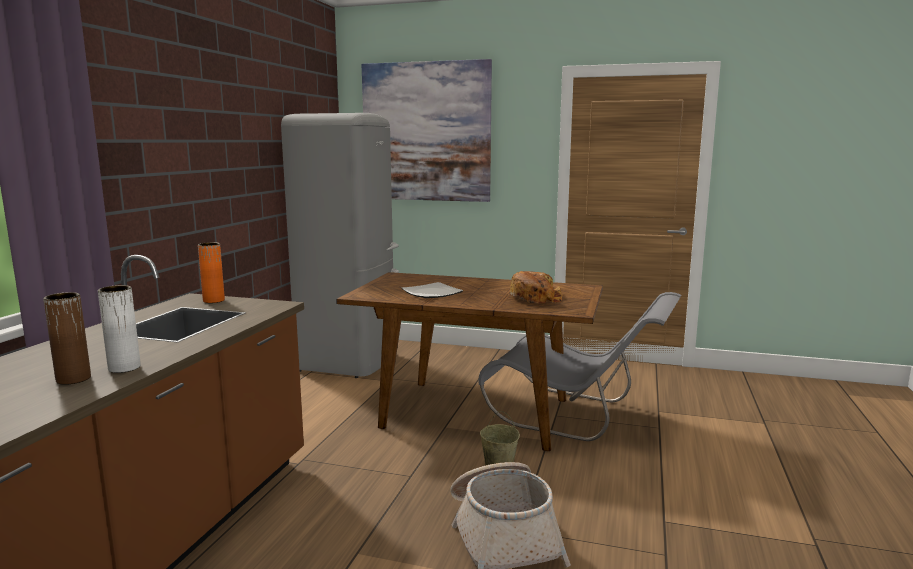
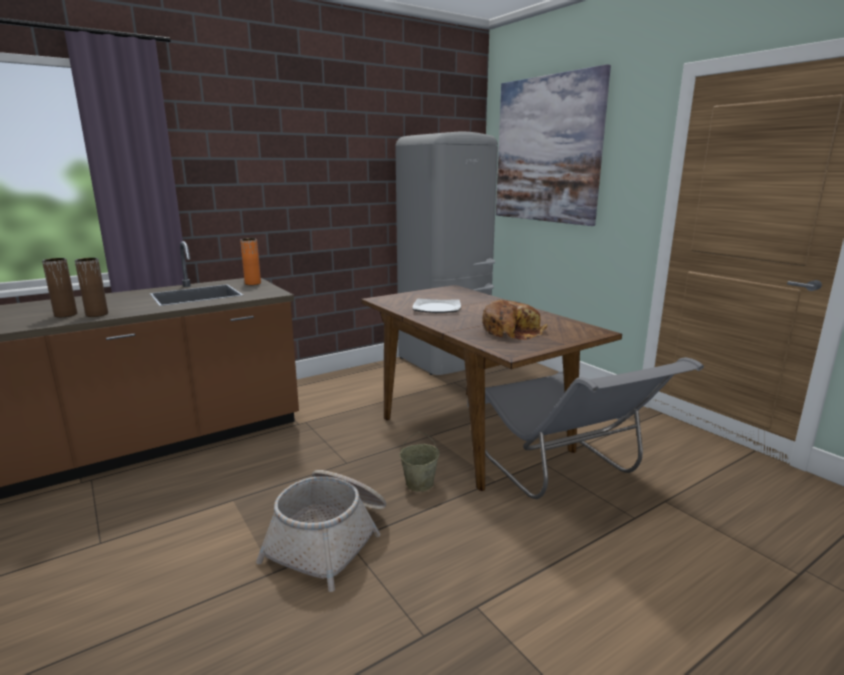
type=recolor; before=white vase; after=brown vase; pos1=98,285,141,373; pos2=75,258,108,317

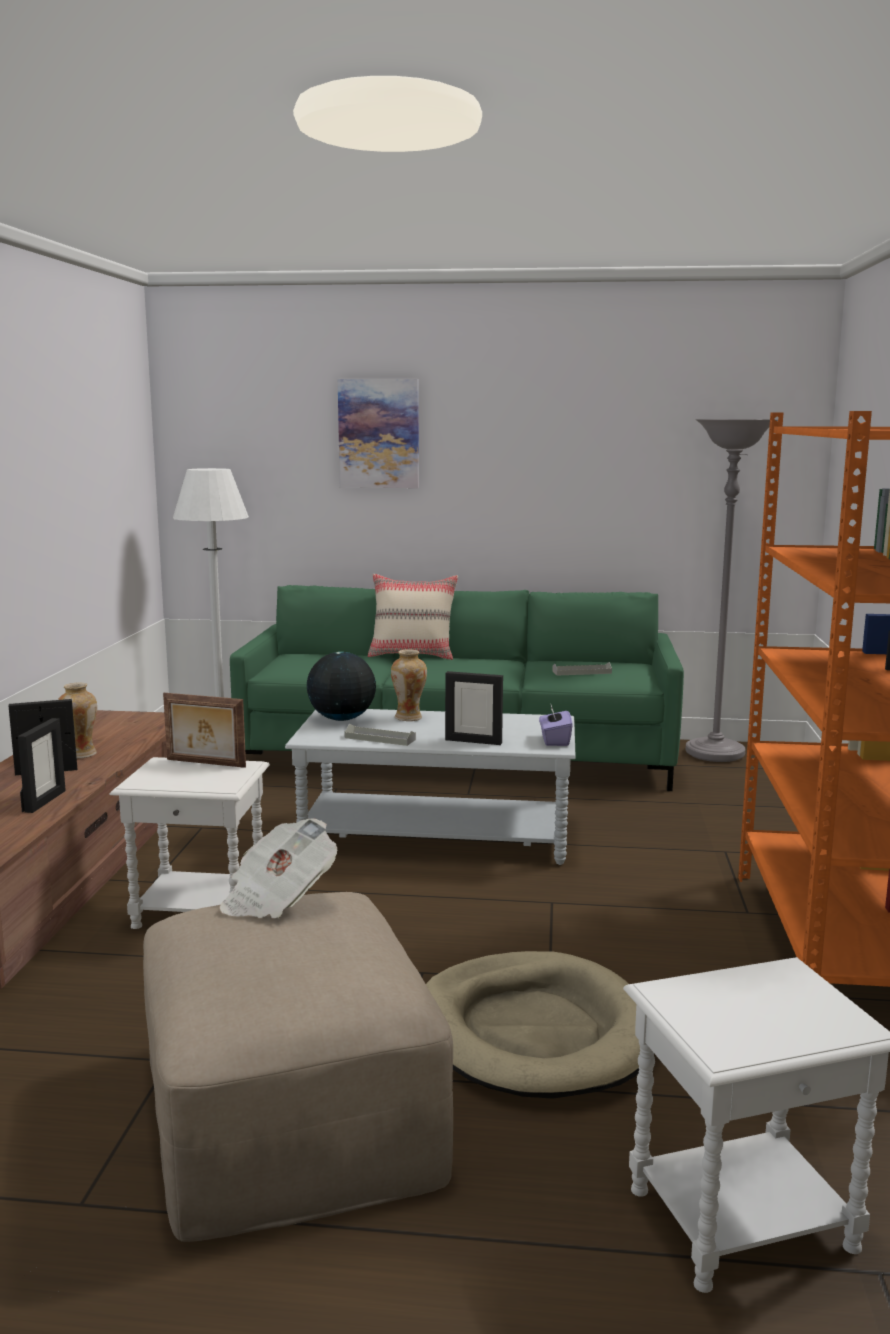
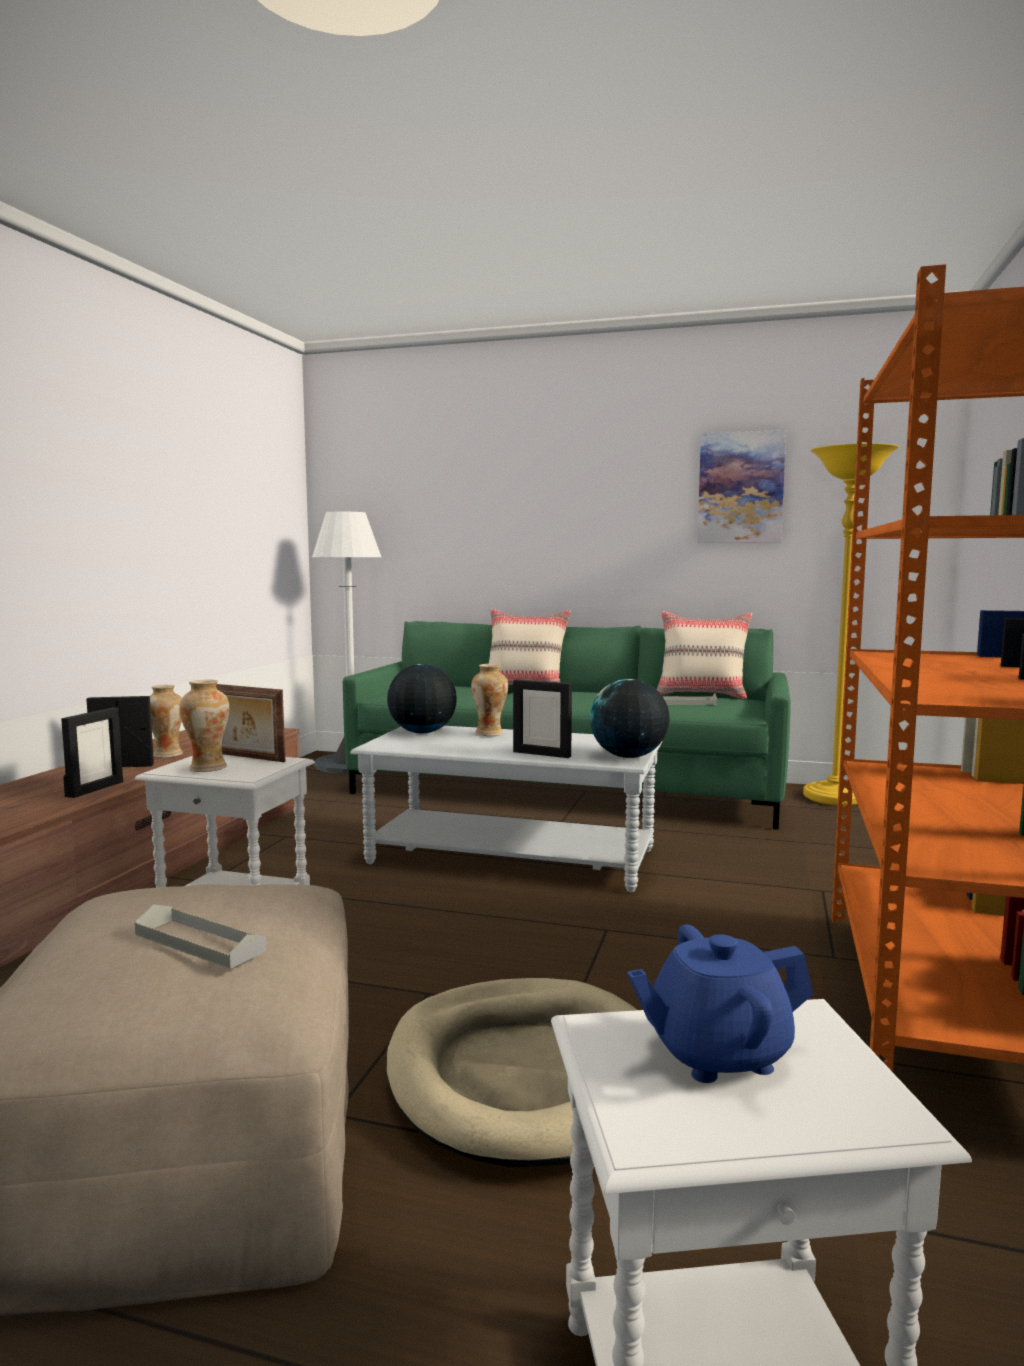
type=delete; before=newspaper; pos1=220,818,337,919
type=move; before=picture; pos1=338,379,419,488; pos2=698,430,786,543
type=move; before=grey tray; pos1=345,724,416,746; pos2=135,904,266,969
type=replace; before=purple tissue box; after=globe; pos1=539,705,572,746; pos2=590,679,670,758
type=recolor; before=grey floor lamp; after=yellow floor lamp; pos1=686,419,778,762; pos2=803,443,899,806
type=insert; after=vase; pos2=179,680,229,772
type=insert; after=blue teapot; pos2=627,924,813,1083
type=insert; after=beige pillow; pos2=657,611,752,699

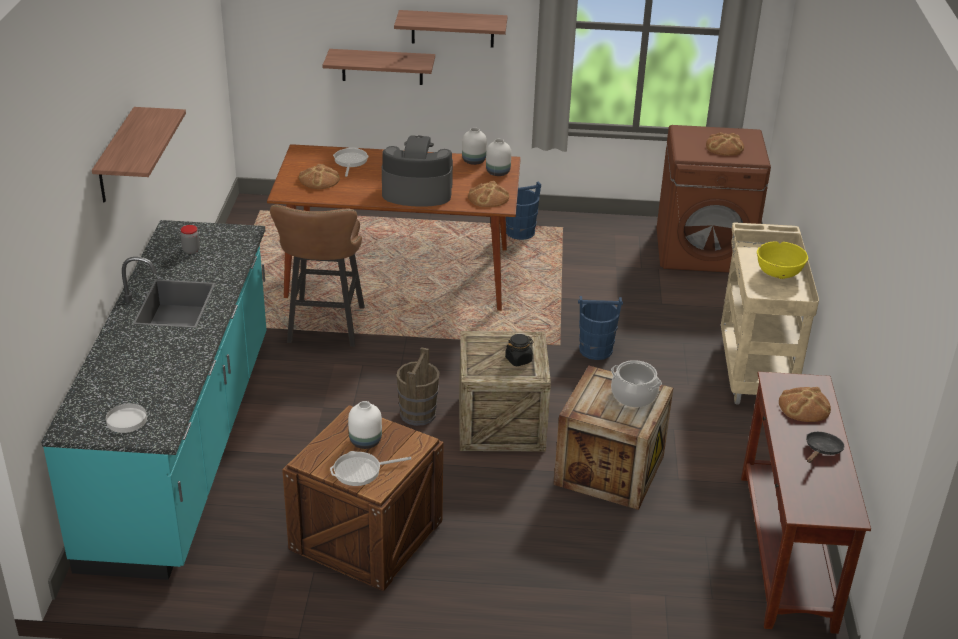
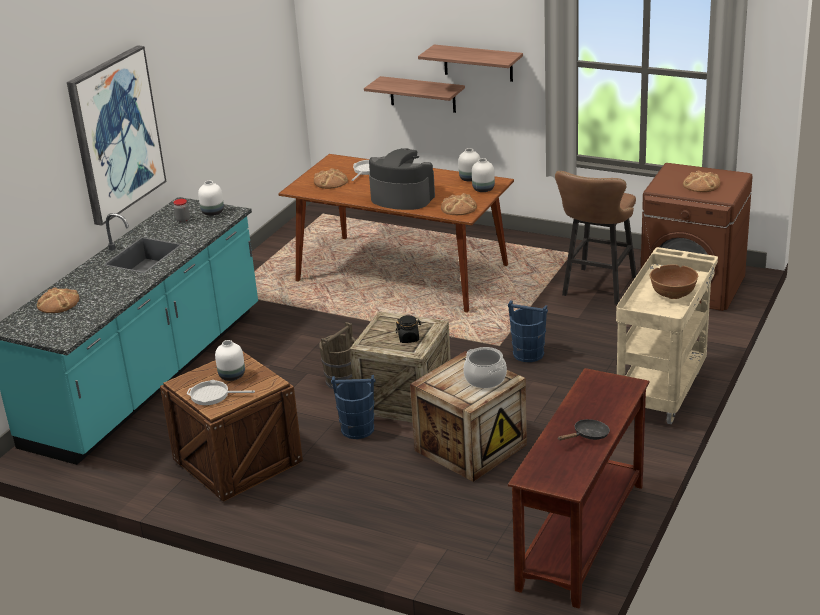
type=replace; before=shelf; after=picture; pos1=92,107,186,202; pos2=67,45,167,226
type=delete; before=white plate; pos1=106,403,147,433
type=move; before=brown stool; pos1=270,205,365,347; pos2=555,171,637,305
type=move; before=blue bucket; pos1=506,181,541,240; pos2=331,375,376,439
type=recolor; before=yellow bowl; after=brown bowl; pos1=757,241,808,279; pos2=650,264,698,299
type=move; before=bread; pos1=779,387,831,422; pos2=37,288,79,313
type=insert; after=white vase; pos2=198,181,224,216

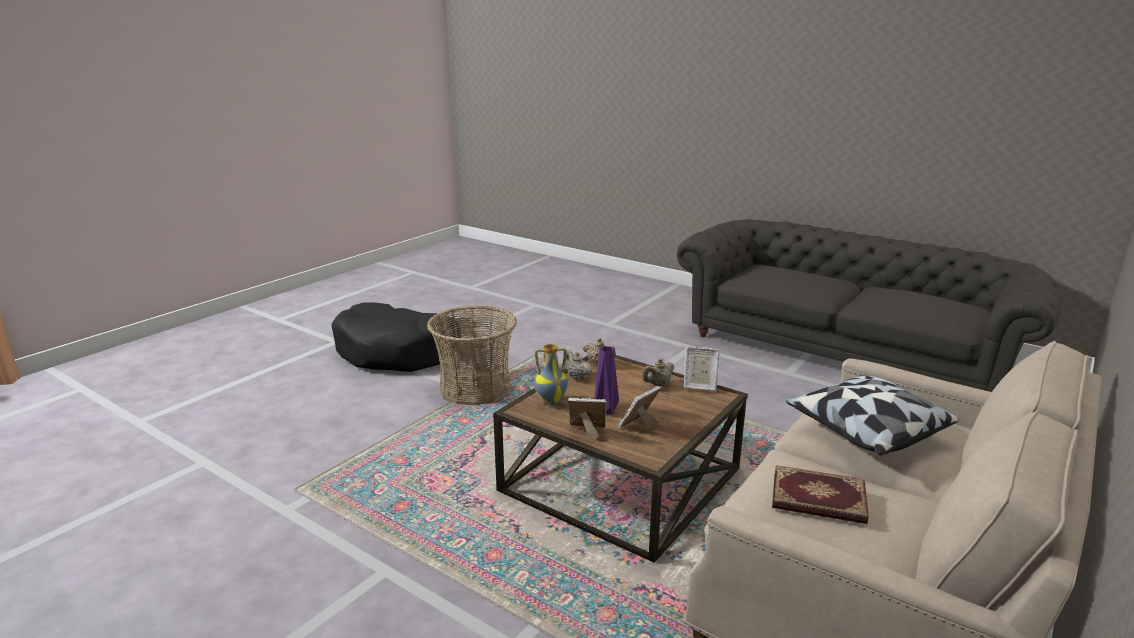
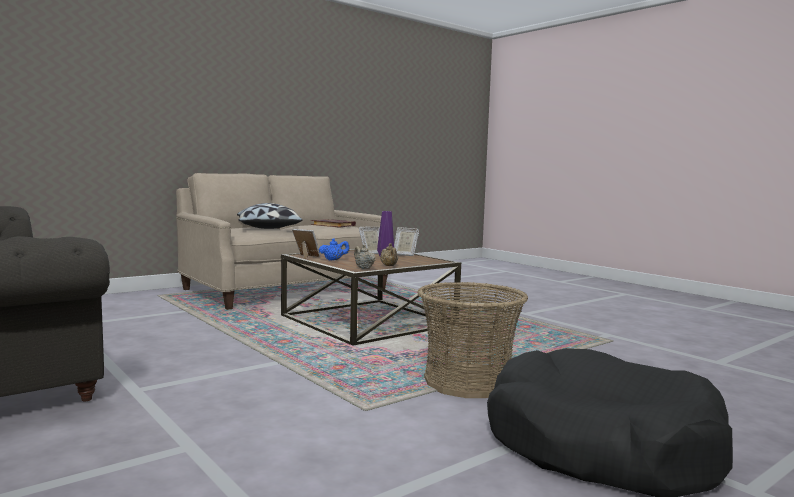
type=delete; before=vase; pos1=534,344,568,406
type=recolor; before=beige teapot; after=blue teapot; pos1=642,359,674,387; pos2=319,238,349,261

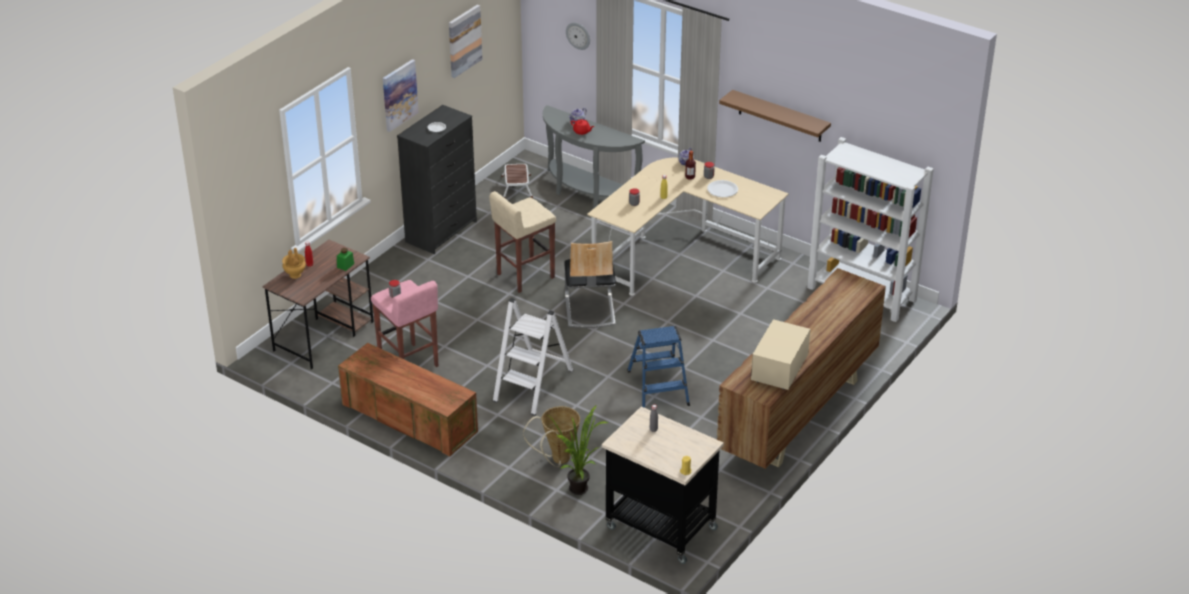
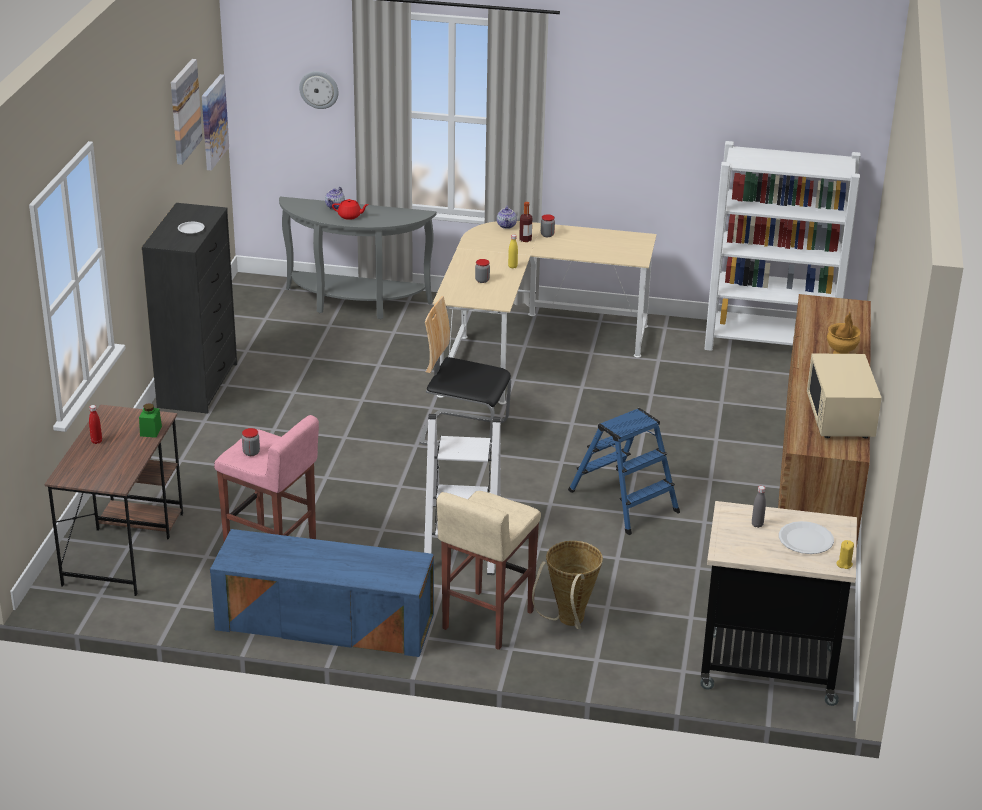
type=move; before=brown vase; pos1=282,248,306,279; pos2=827,312,861,354
type=recolor; before=brown bench; after=blue bench; pos1=338,343,478,456; pos2=210,529,434,657
type=move; before=picture; pos1=383,59,419,132; pos2=202,74,229,171
type=move; before=beige stool; pos1=489,191,556,293; pos2=437,491,541,650
type=delete; before=brown step ladder; pos1=501,164,533,198
type=delete; before=potted plant; pos1=547,405,609,495
type=rotate; before=chair; pos1=564,241,616,328; pos2=420,296,511,448; turn=135
type=move; before=white plate; pos1=707,180,738,197; pos2=779,521,834,554
type=delete; before=brown shelf; pos1=719,90,831,142

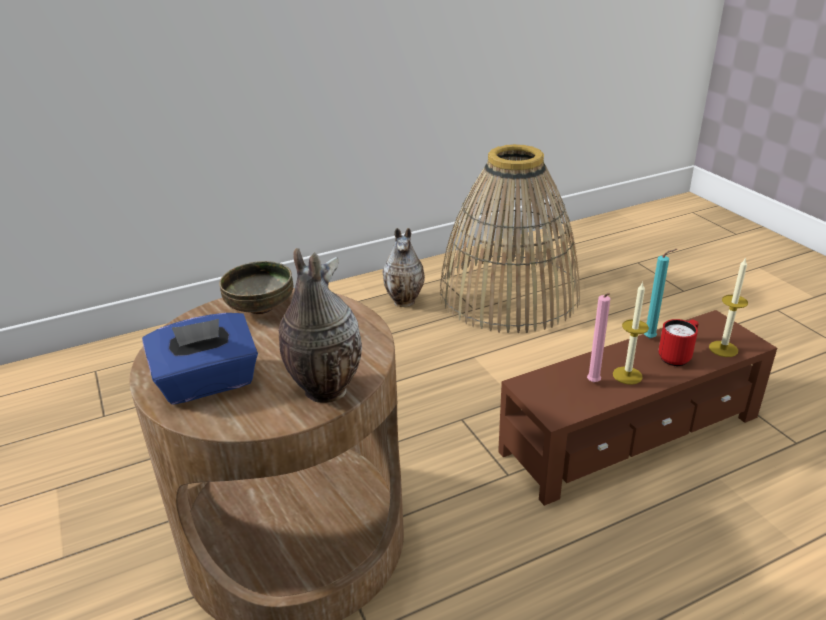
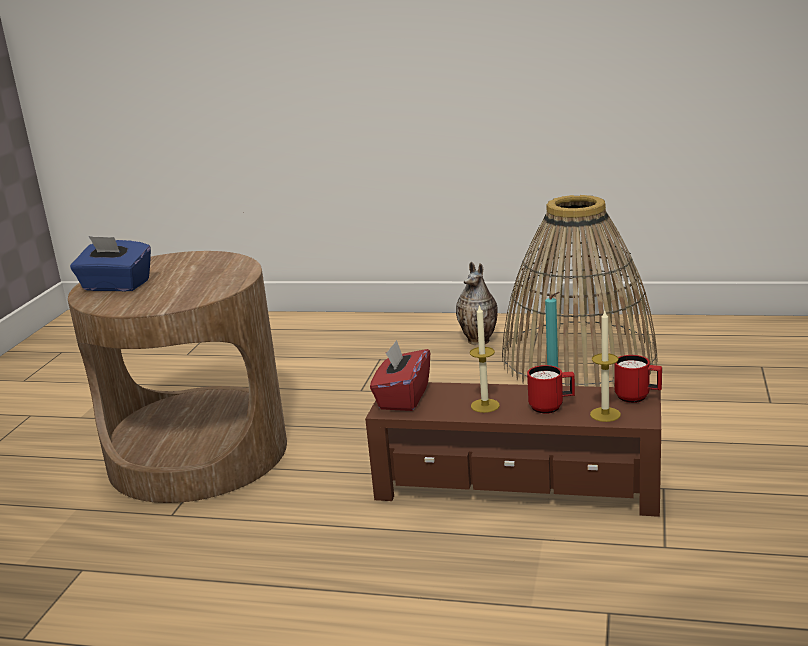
type=delete; before=bowl; pos1=219,261,293,314
type=delete; before=vase; pos1=279,248,362,403
type=delete; before=pink candle; pos1=587,293,611,383
type=insert; after=red tissue box; pos2=370,340,430,411
type=insert; after=red mug; pos2=614,355,662,403

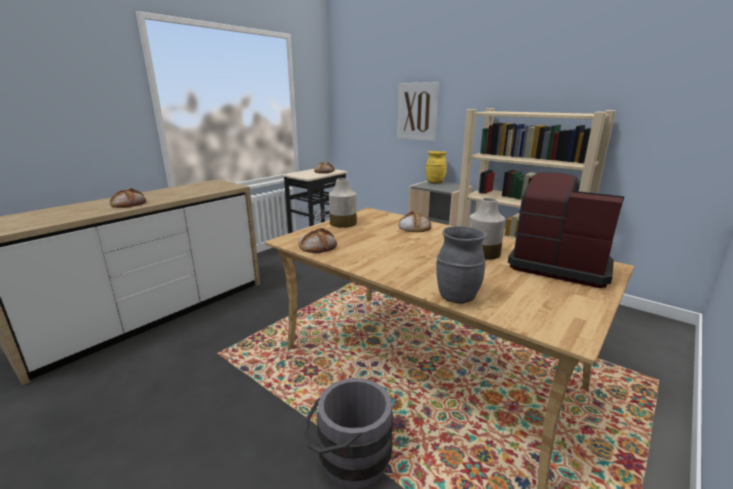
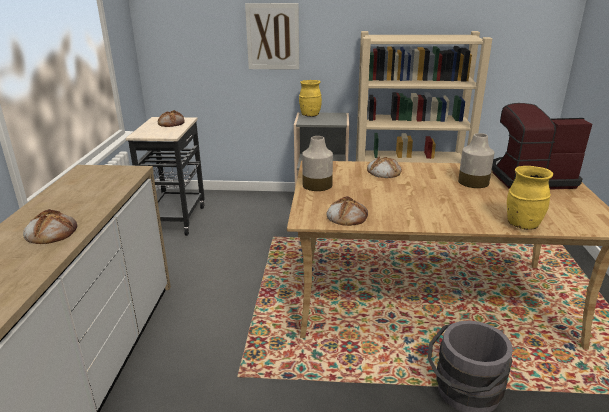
type=recolor; before=grey vase; after=yellow vase; pos1=436,226,486,304; pos2=507,166,553,230

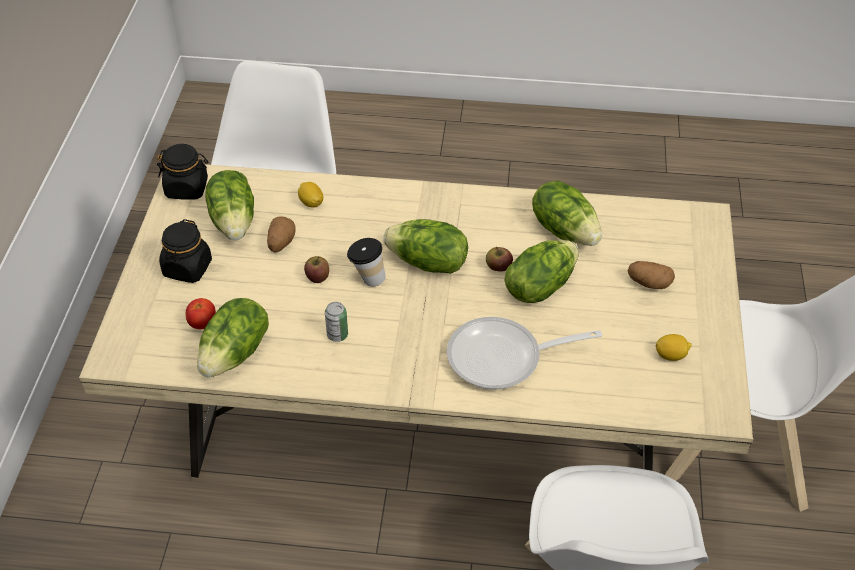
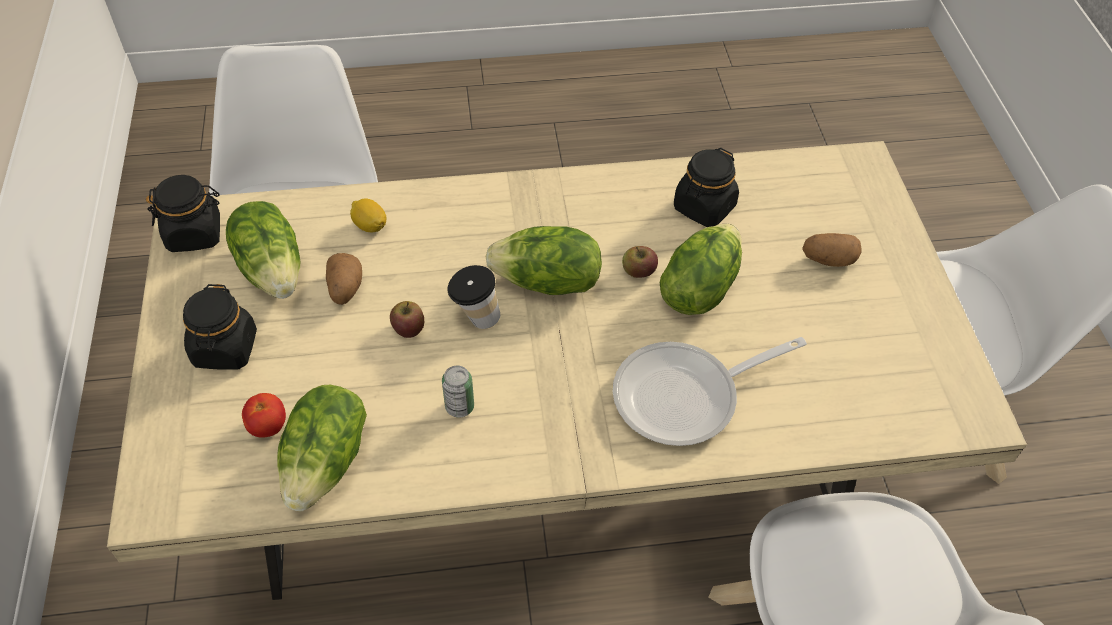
type=replace; before=lettuce; after=black jar; pos1=532,180,602,246; pos2=674,148,739,227
type=delete; before=lemon; pos1=656,334,692,361

